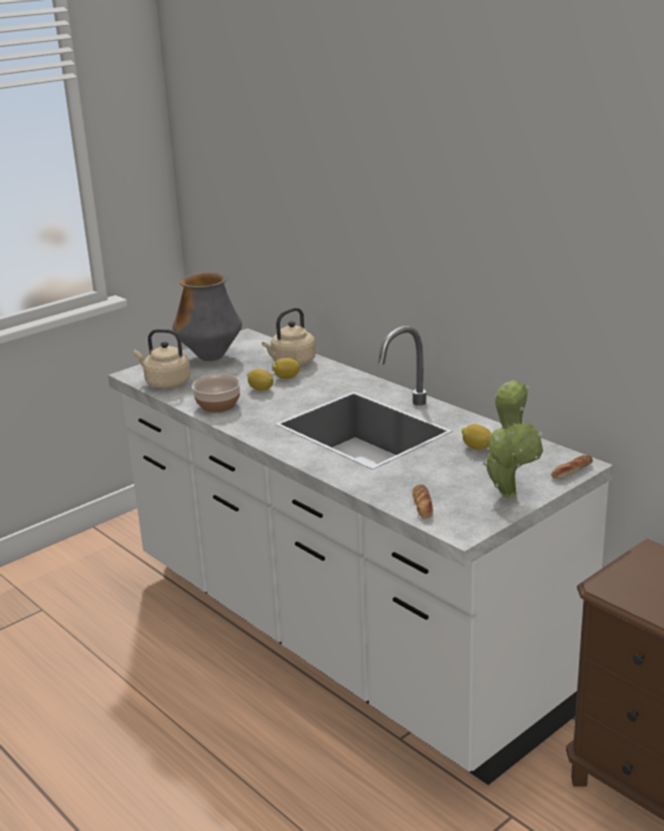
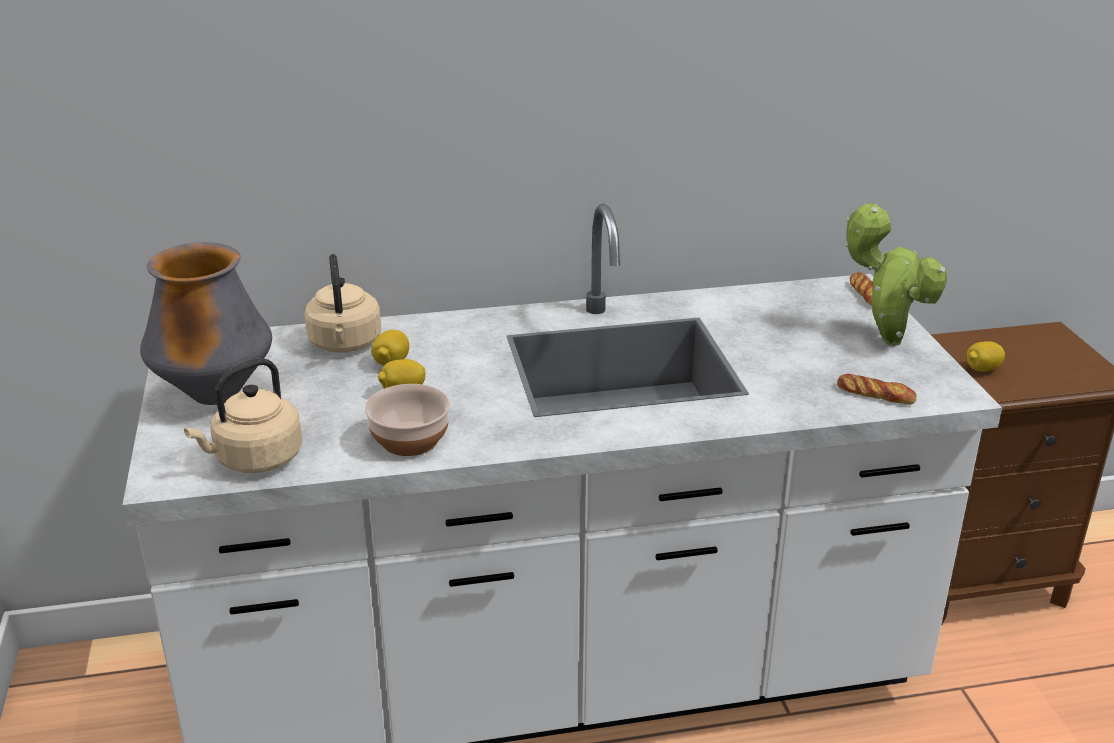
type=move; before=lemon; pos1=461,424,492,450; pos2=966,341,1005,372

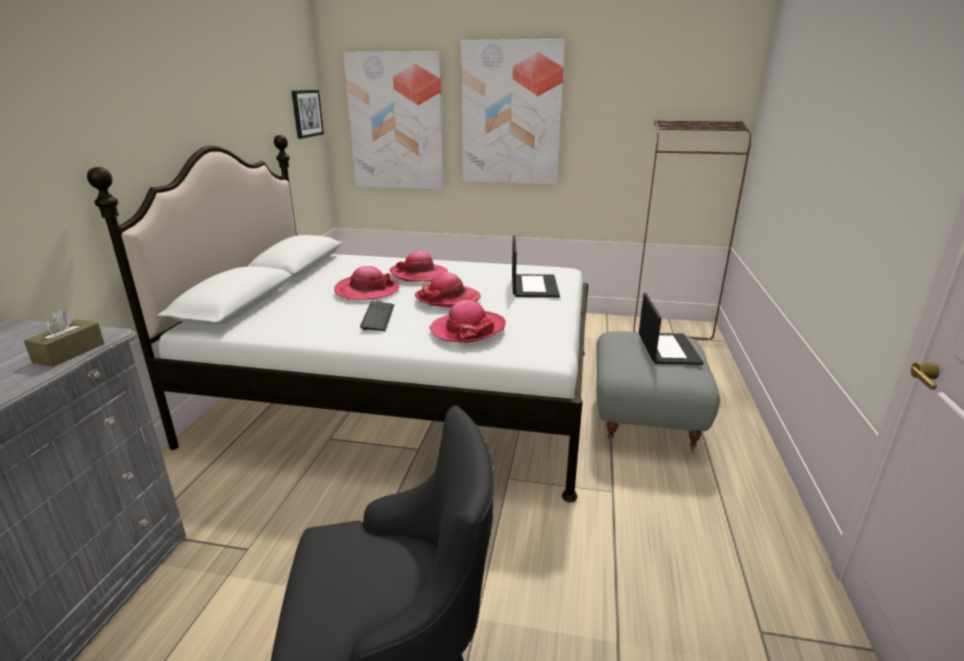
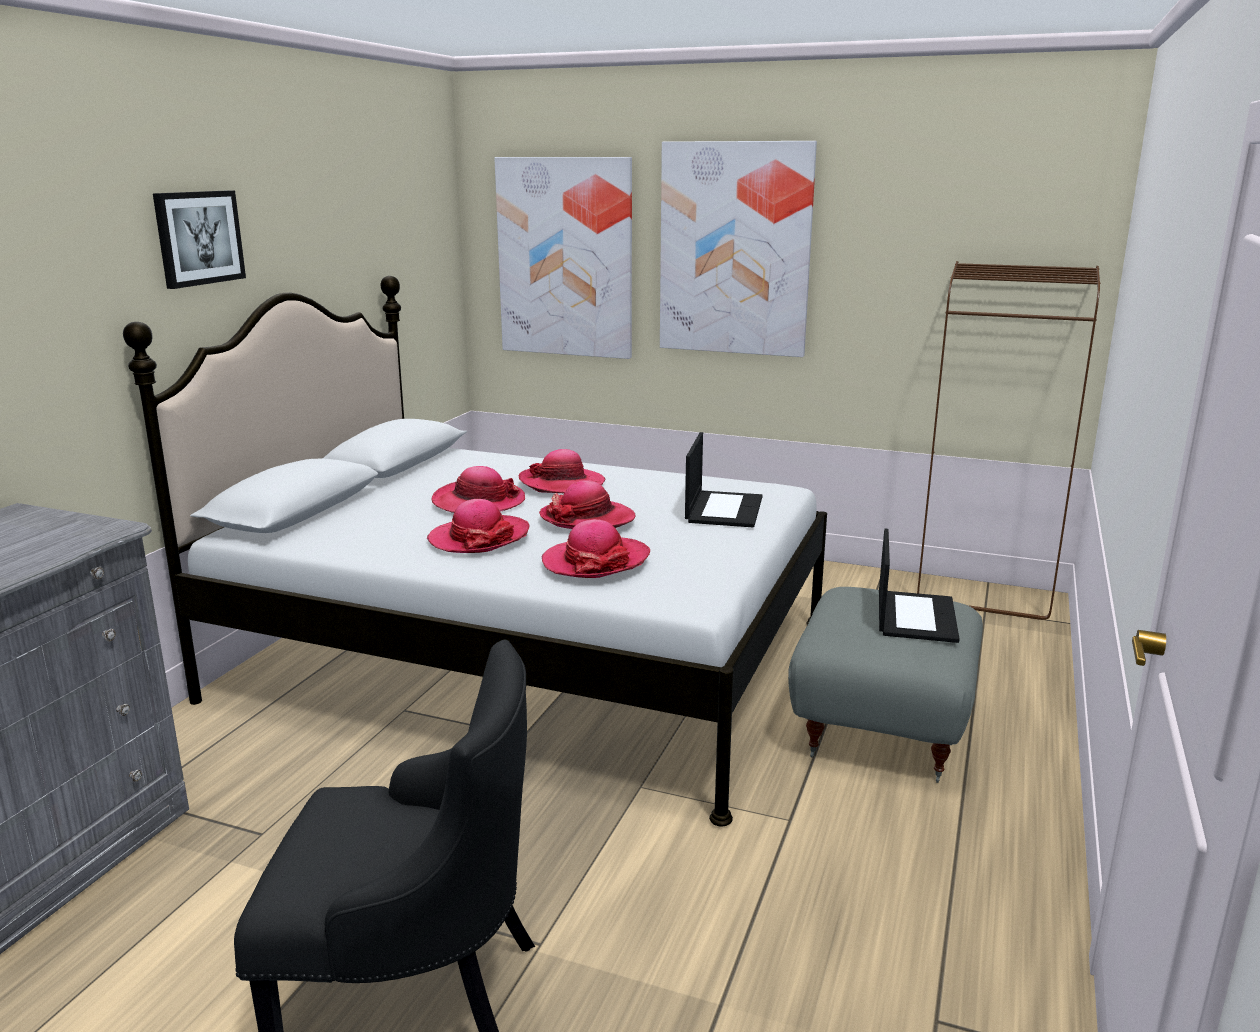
type=delete; before=brown tissue box; pos1=24,309,104,367
type=move; before=picture; pos1=291,90,324,139; pos2=153,190,246,289
type=replace; before=keyboard; after=hat; pos1=360,301,394,331; pos2=427,499,530,553

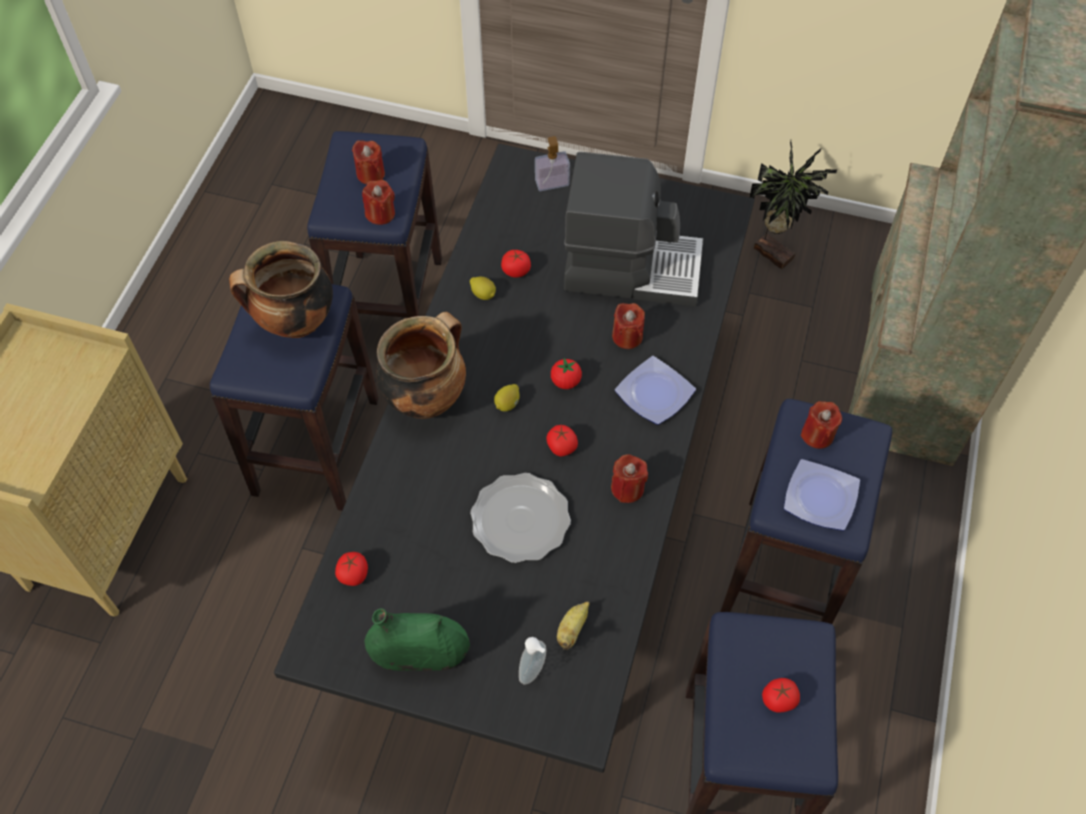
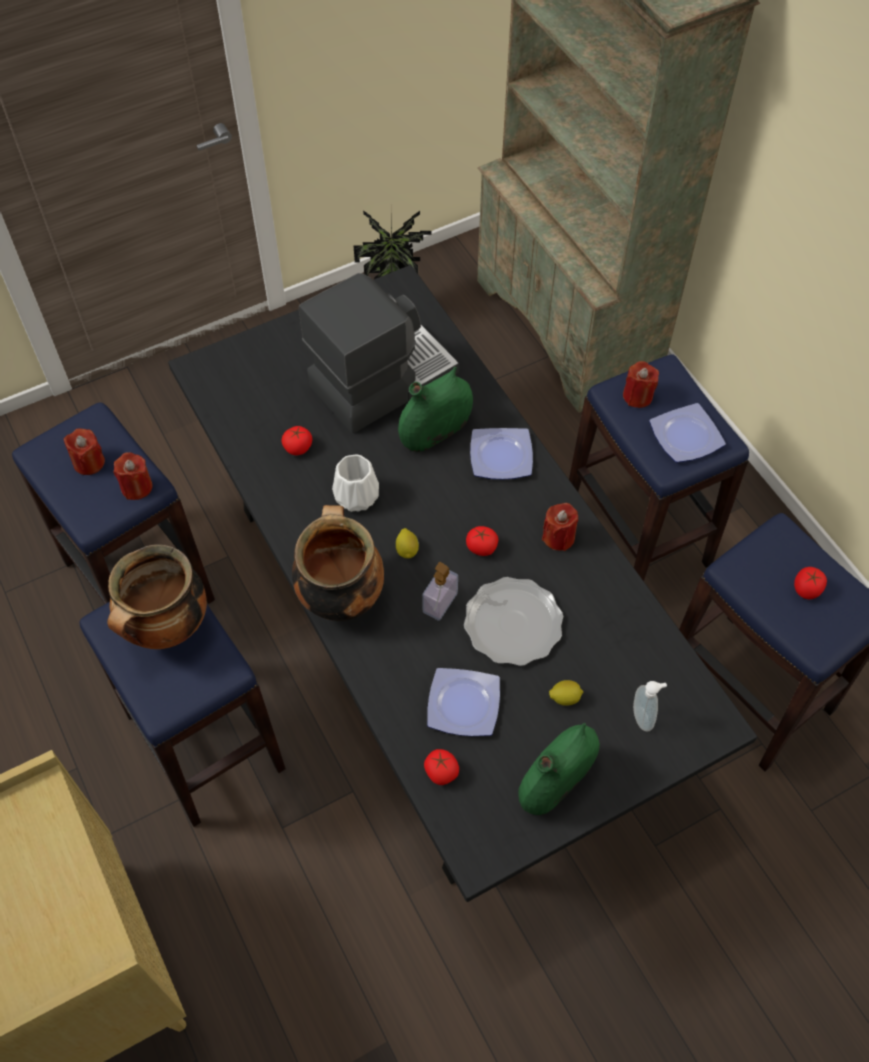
type=move; before=lemon; pos1=470,277,496,300; pos2=549,680,584,706
type=move; before=soap dispenser; pos1=535,136,570,191; pos2=422,562,458,621
type=delete; before=tomato; pos1=551,358,582,389
type=delete; before=banana; pos1=557,602,590,650
type=replace; before=red candle; after=green vase; pos1=612,303,645,349; pos2=398,366,473,452
type=insert; after=white vase; pos2=332,455,379,512
type=insert; after=plate; pos2=427,668,500,736

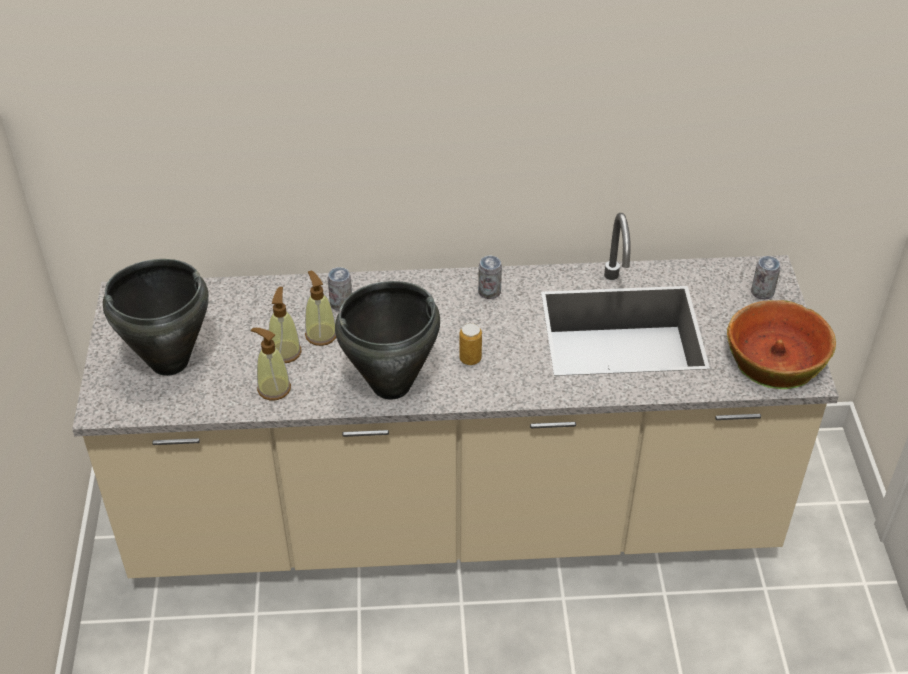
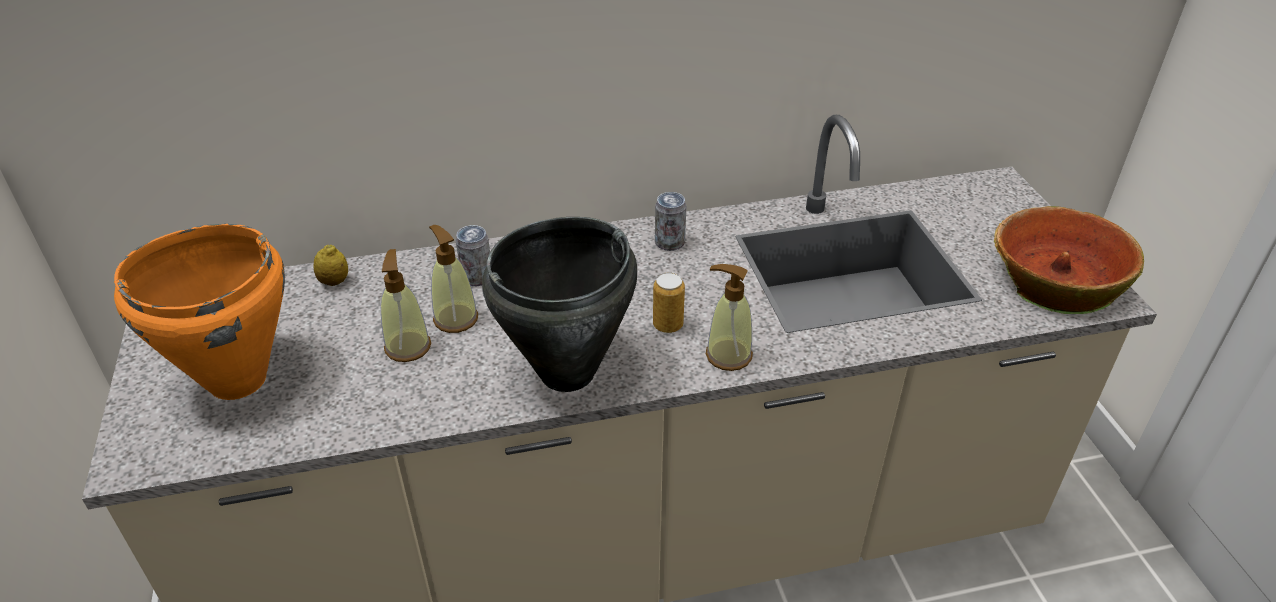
type=recolor; before=black cooking pot; after=orange cooking pot; pos1=103,259,209,376; pos2=114,224,285,400
type=move; before=soap dispenser; pos1=251,328,291,401; pos2=706,264,753,371
type=delete; before=can; pos1=751,256,780,300
type=insert; after=lemon; pos2=313,244,348,286

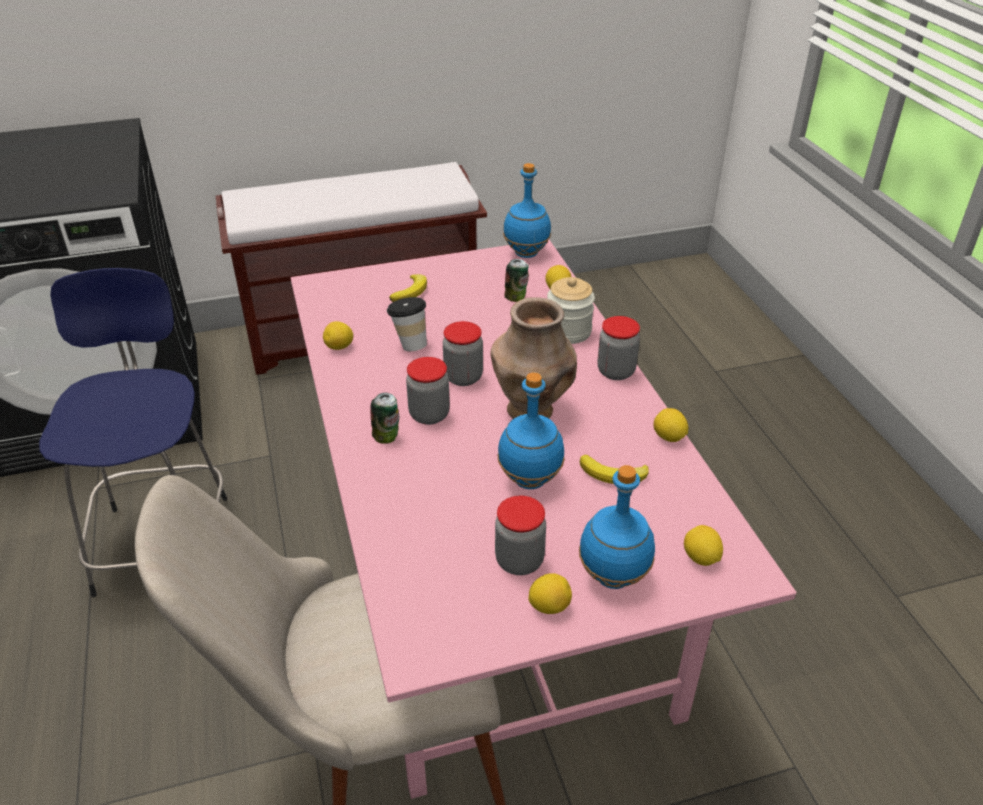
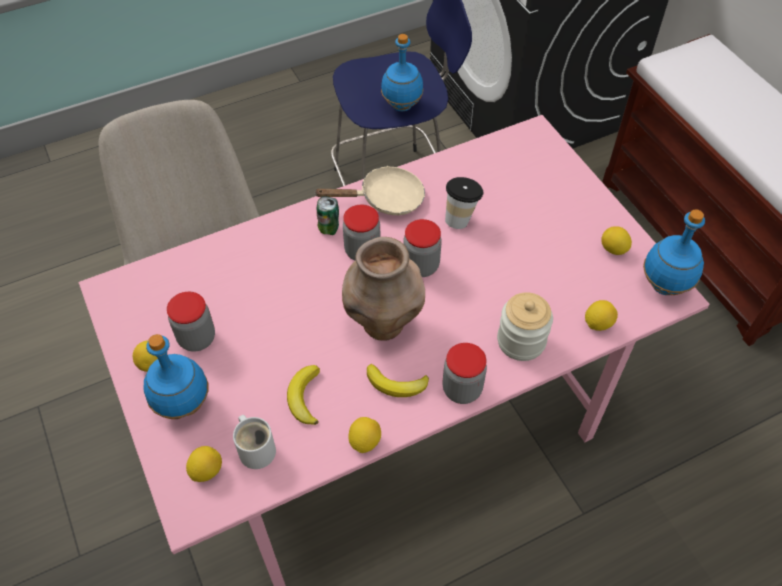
type=move; before=lemon; pos1=323,321,353,350; pos2=601,226,632,255
type=move; before=banana; pos1=389,274,427,302; pos2=367,364,429,397
type=move; before=blue bottle; pos1=498,372,565,489; pos2=381,34,423,111
type=delete; before=can; pos1=504,259,529,302
type=insert; after=white mug; pos2=233,415,276,469
type=insert; after=beige frying pan; pos2=314,166,425,216

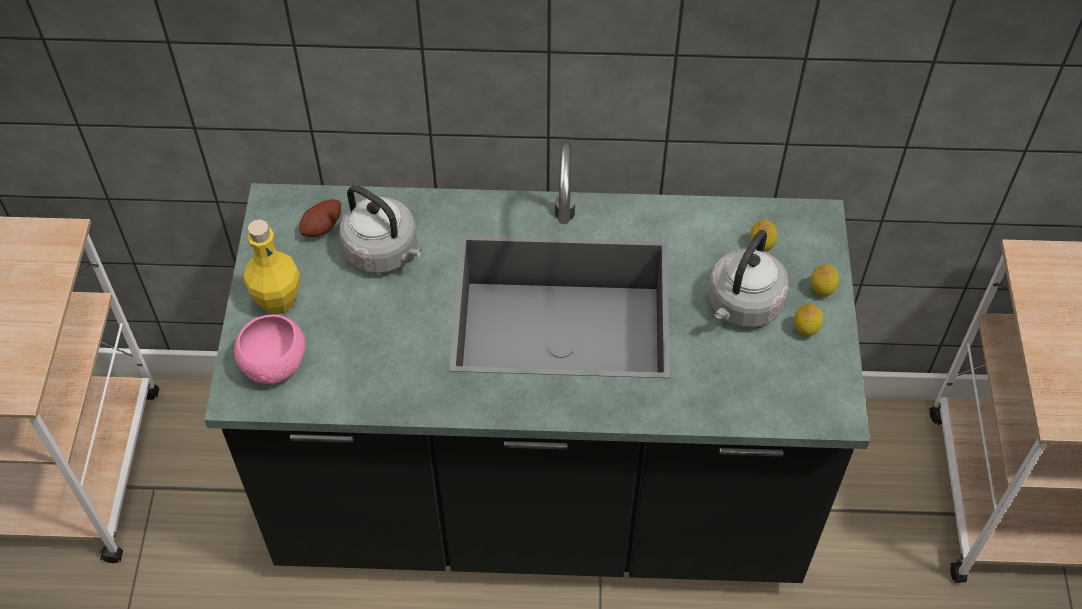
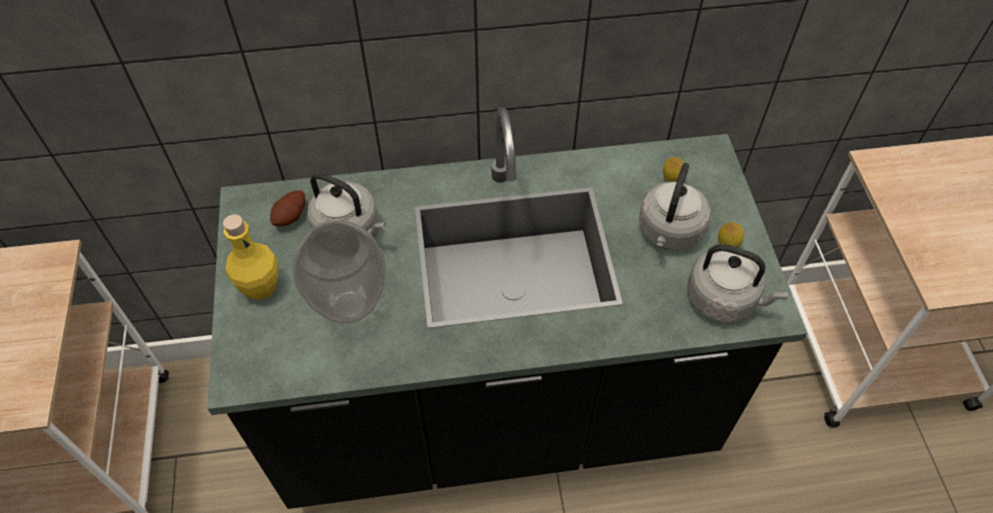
type=delete; before=pink bowl; pos1=234,314,306,384
type=delete; before=lemon; pos1=810,264,839,298
type=insert; after=vase; pos2=293,220,386,323
type=insert; after=grey kettle; pos2=687,244,788,322

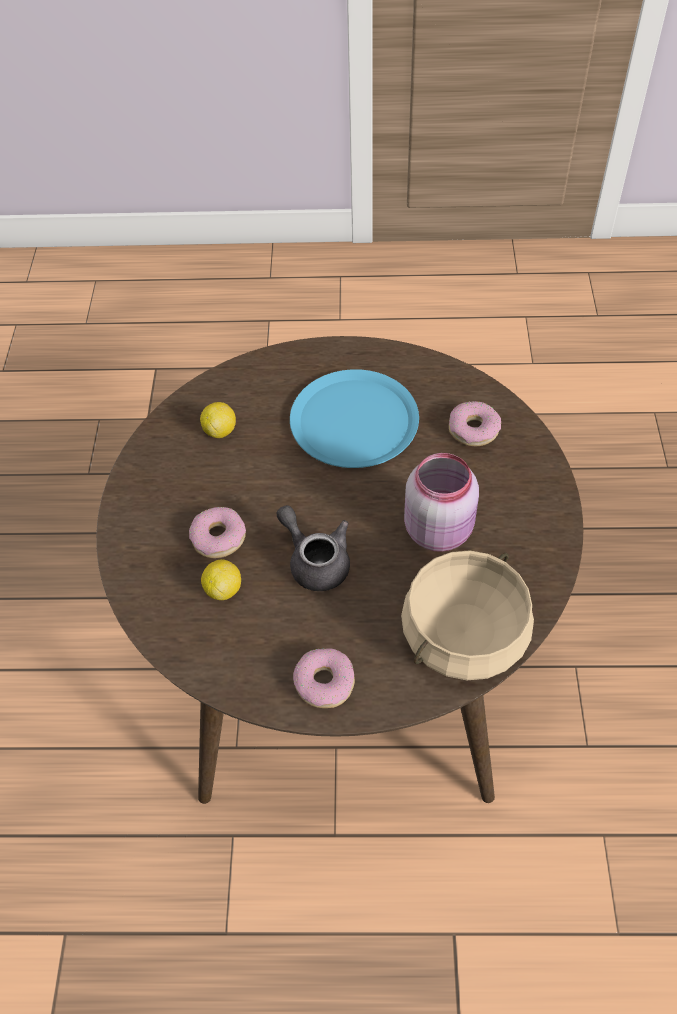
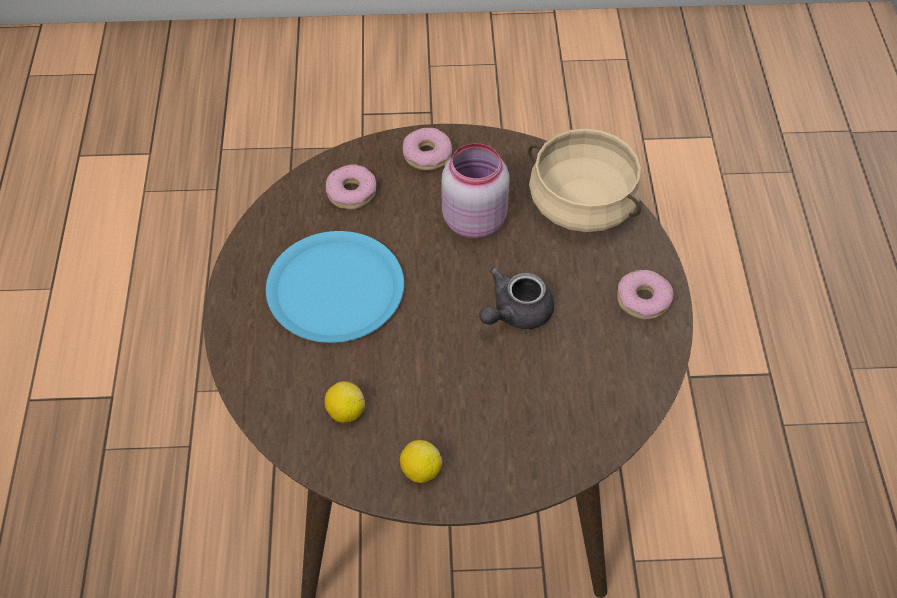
type=move; before=donut; pos1=189,507,246,558; pos2=403,128,452,171
type=move; before=lemon; pos1=201,559,241,600; pos2=400,440,442,483

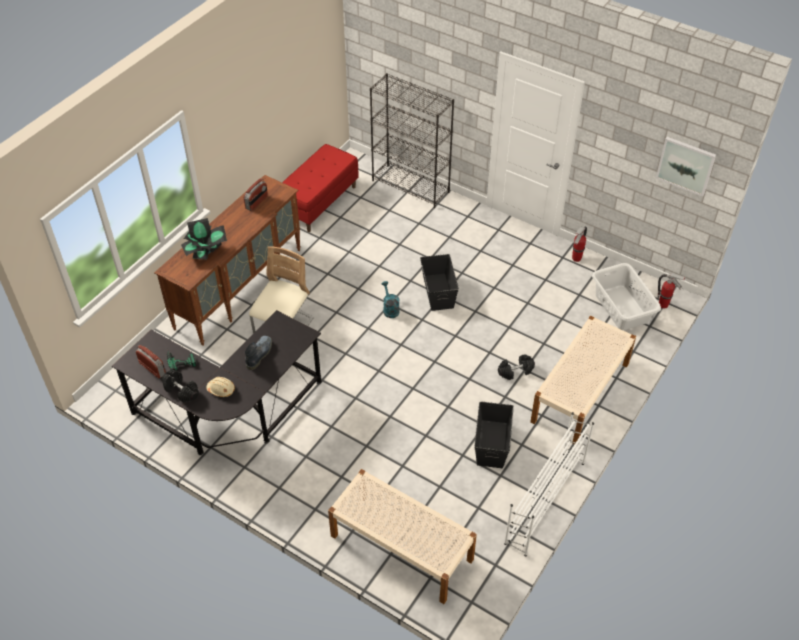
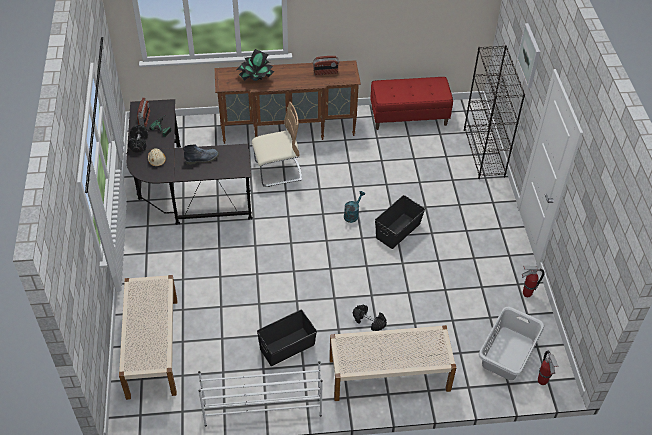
type=move; before=picture; pos1=656,137,716,197; pos2=517,23,540,88

